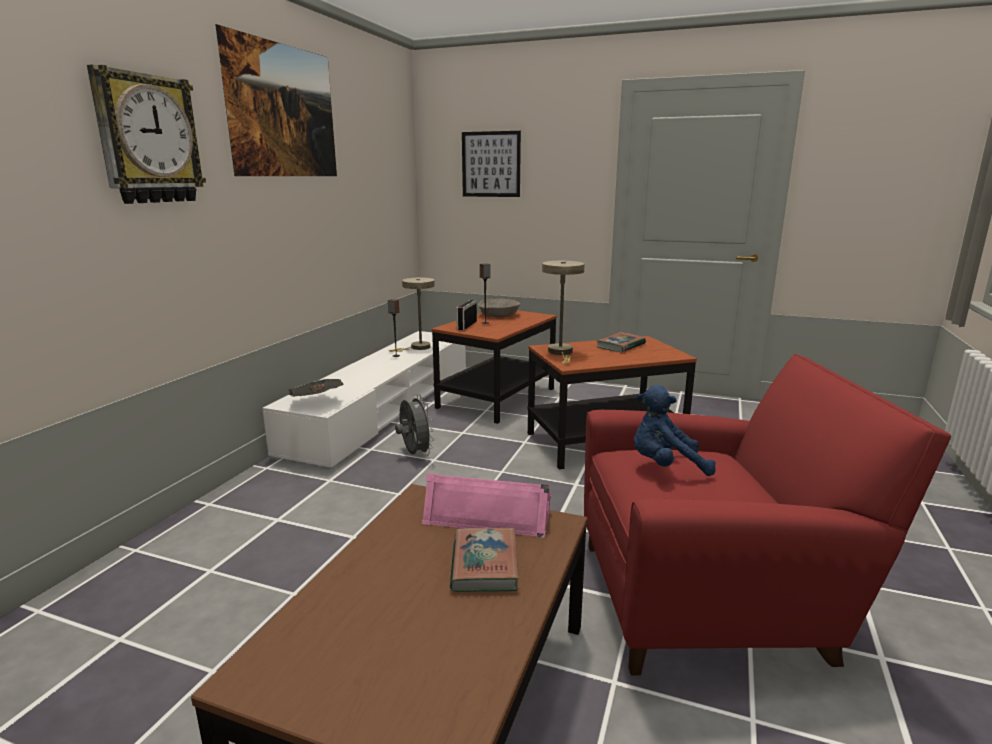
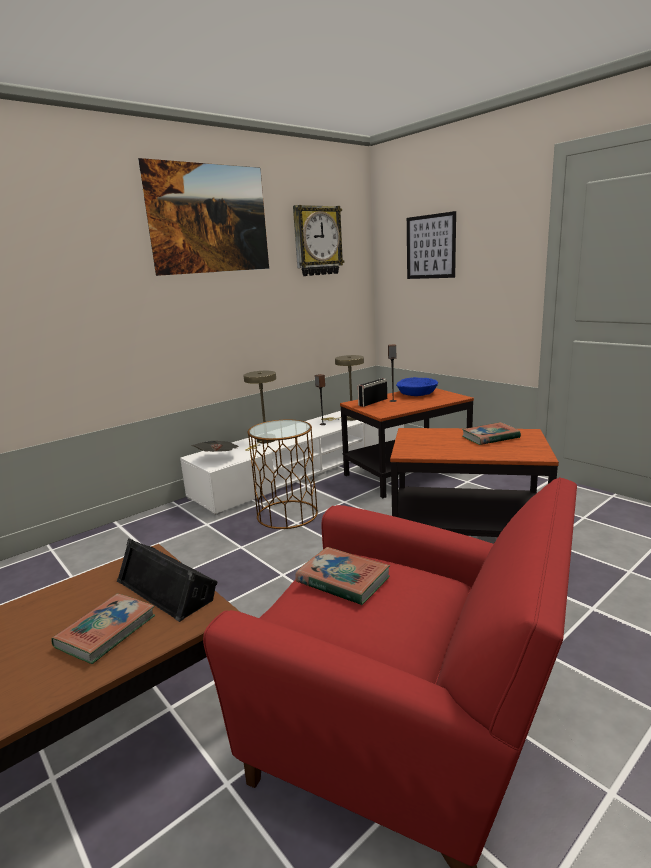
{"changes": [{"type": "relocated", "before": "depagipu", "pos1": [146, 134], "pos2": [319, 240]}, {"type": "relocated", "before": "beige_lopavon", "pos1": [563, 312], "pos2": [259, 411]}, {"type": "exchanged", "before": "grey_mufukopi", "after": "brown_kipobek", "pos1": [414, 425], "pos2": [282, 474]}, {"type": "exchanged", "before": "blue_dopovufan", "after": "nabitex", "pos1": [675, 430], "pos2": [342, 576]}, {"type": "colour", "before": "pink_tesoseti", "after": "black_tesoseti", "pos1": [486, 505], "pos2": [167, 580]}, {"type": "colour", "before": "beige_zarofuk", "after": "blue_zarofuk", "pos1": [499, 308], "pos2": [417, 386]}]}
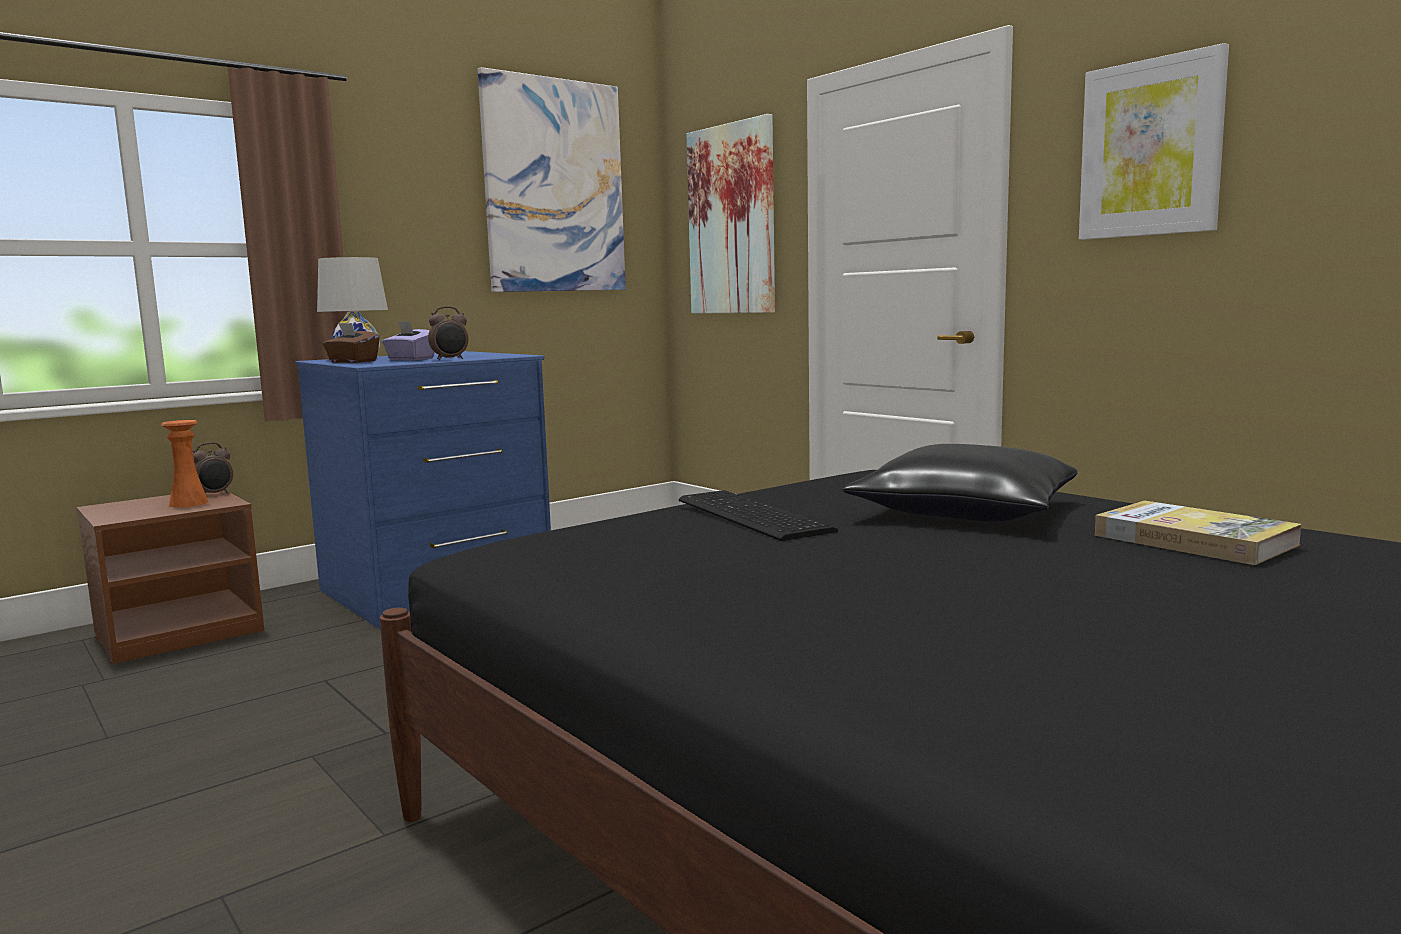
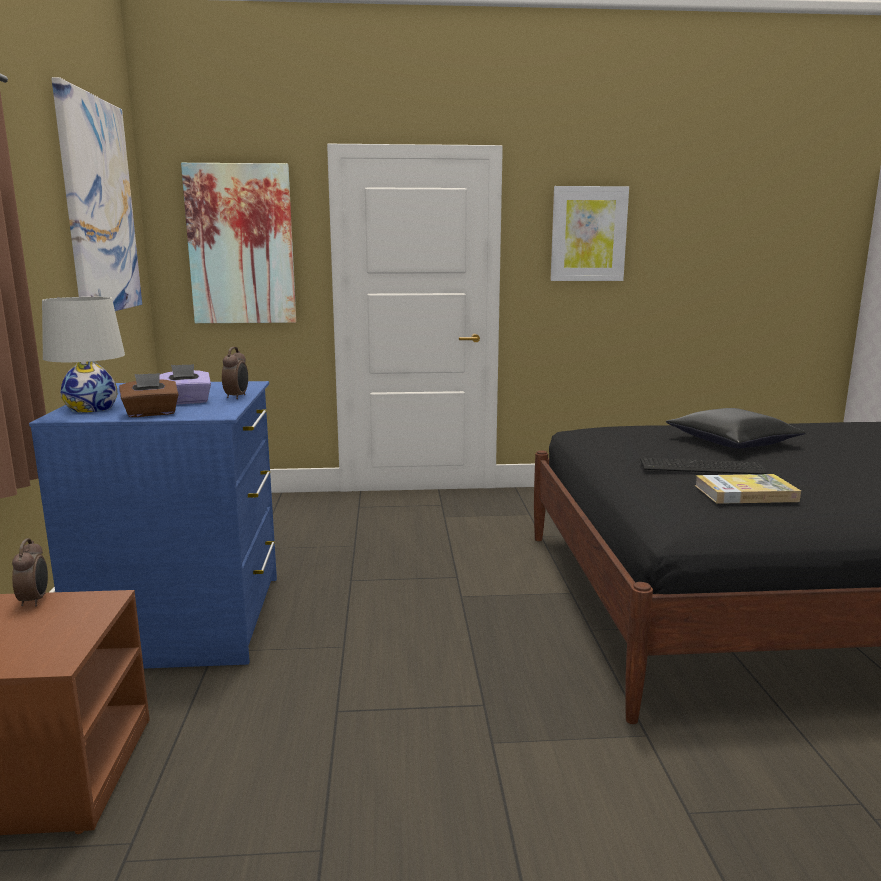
{"changes": [{"type": "missing", "before": "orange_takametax", "pos1": [184, 464]}, {"type": "relocated", "before": "nabitex", "pos1": [1198, 533], "pos2": [748, 489]}]}
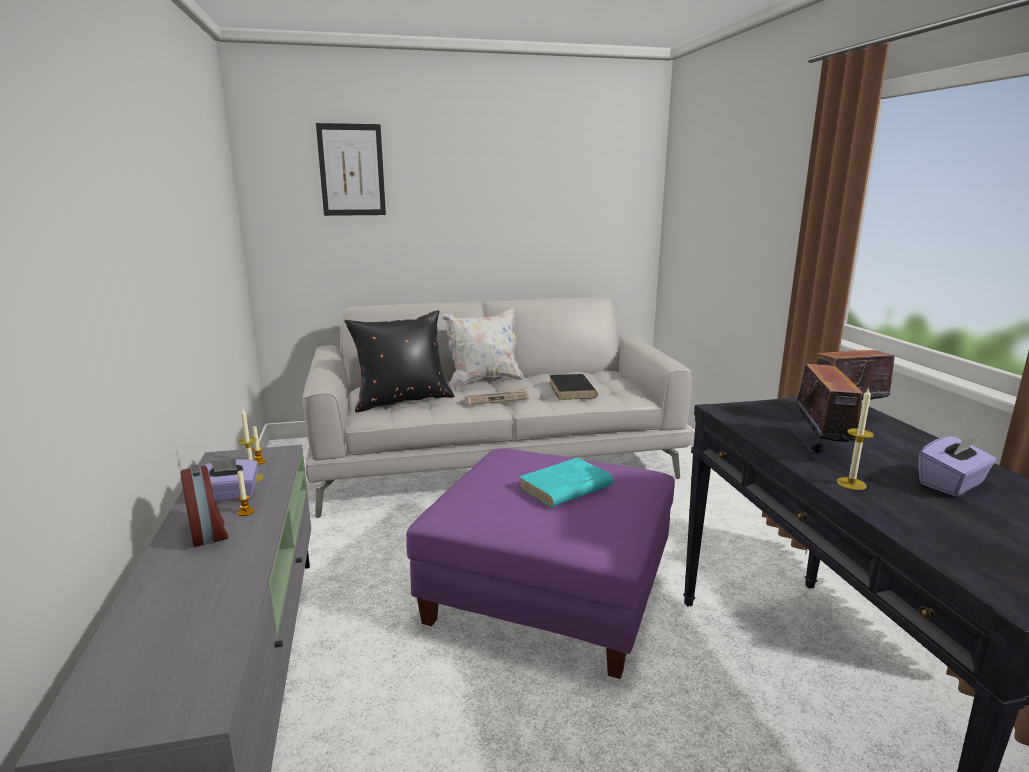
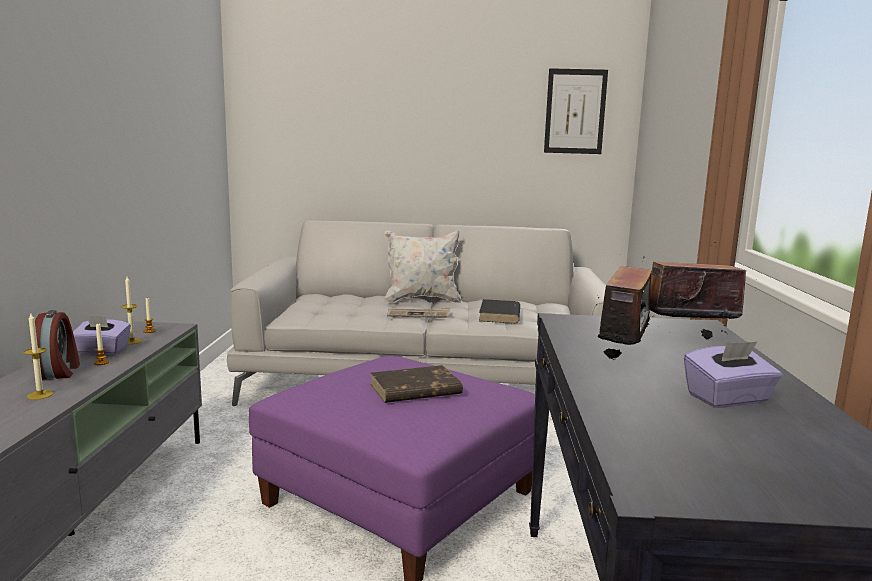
{"changes": [{"type": "missing", "before": "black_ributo", "pos1": [399, 361]}, {"type": "relocated", "before": "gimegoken", "pos1": [351, 169], "pos2": [576, 111]}, {"type": "relocated", "before": "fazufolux", "pos1": [855, 439], "pos2": [38, 357]}, {"type": "colour", "before": "turquoise_nabitex", "after": "brown_nabitex", "pos1": [566, 482], "pos2": [416, 384]}]}
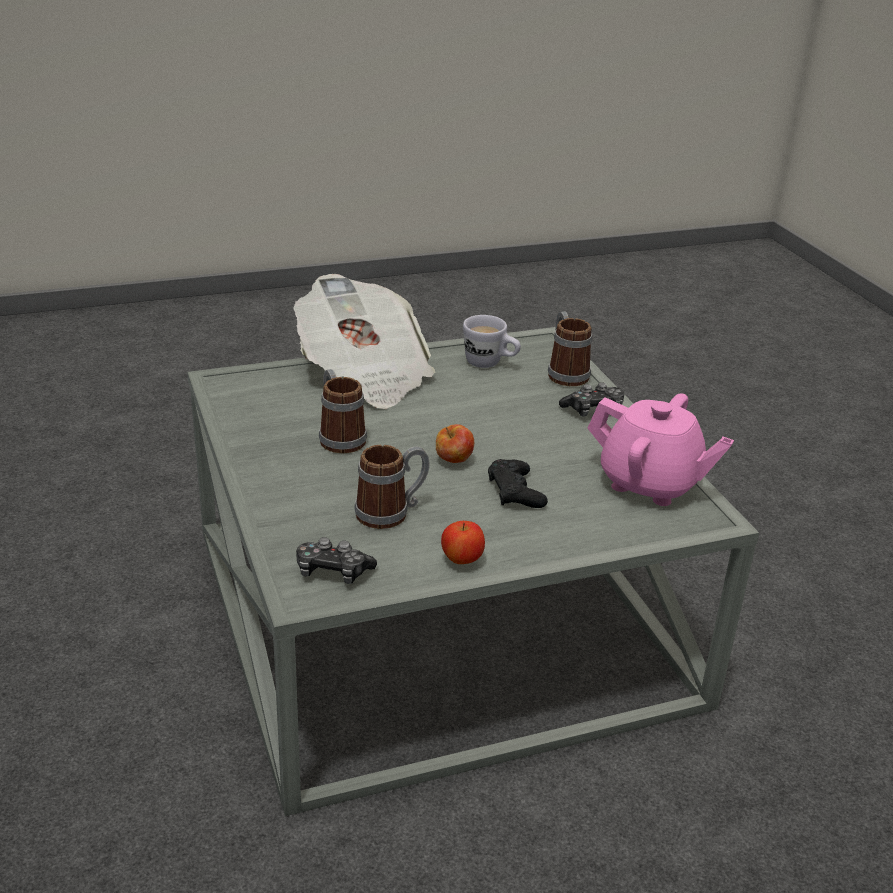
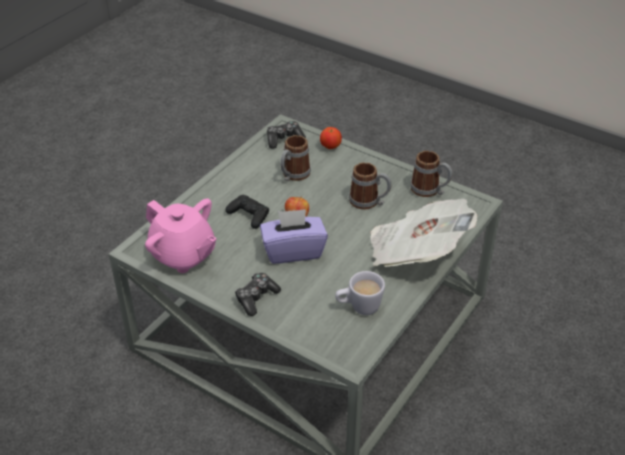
{"changes": [{"type": "appeared", "after": "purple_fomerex", "pos2": [294, 236]}, {"type": "relocated", "before": "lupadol", "pos1": [463, 542], "pos2": [331, 138]}, {"type": "relocated", "before": "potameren", "pos1": [570, 348], "pos2": [431, 174]}, {"type": "spun", "before": "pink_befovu", "pos1": [660, 449], "pos2": [181, 236], "turn": -135}]}
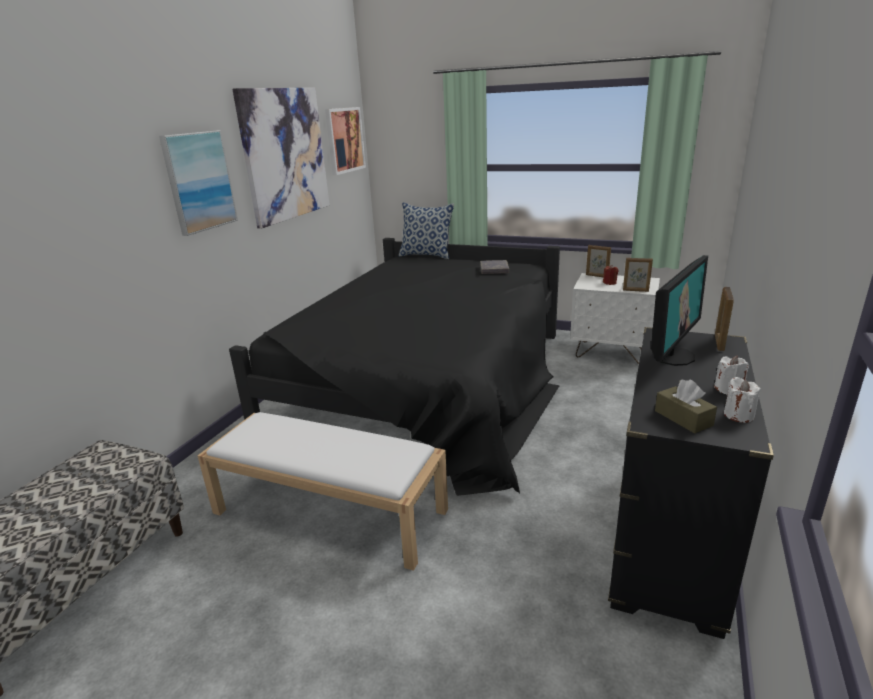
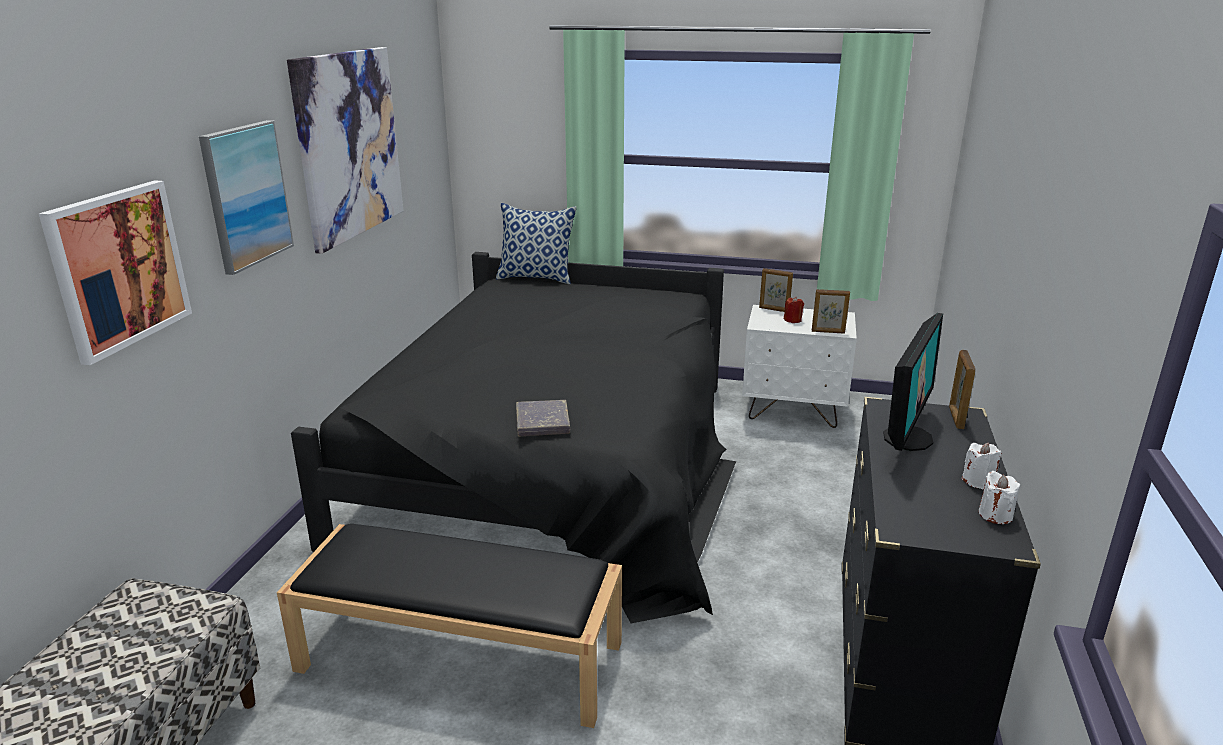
{"changes": [{"type": "missing", "before": "brown_fomerex", "pos1": [686, 406]}, {"type": "relocated", "before": "gimegoken", "pos1": [345, 141], "pos2": [115, 272]}, {"type": "relocated", "before": "grey_nabitex", "pos1": [494, 267], "pos2": [543, 418]}, {"type": "colour", "before": "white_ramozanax", "after": "black_ramozanax", "pos1": [322, 491], "pos2": [449, 626]}]}
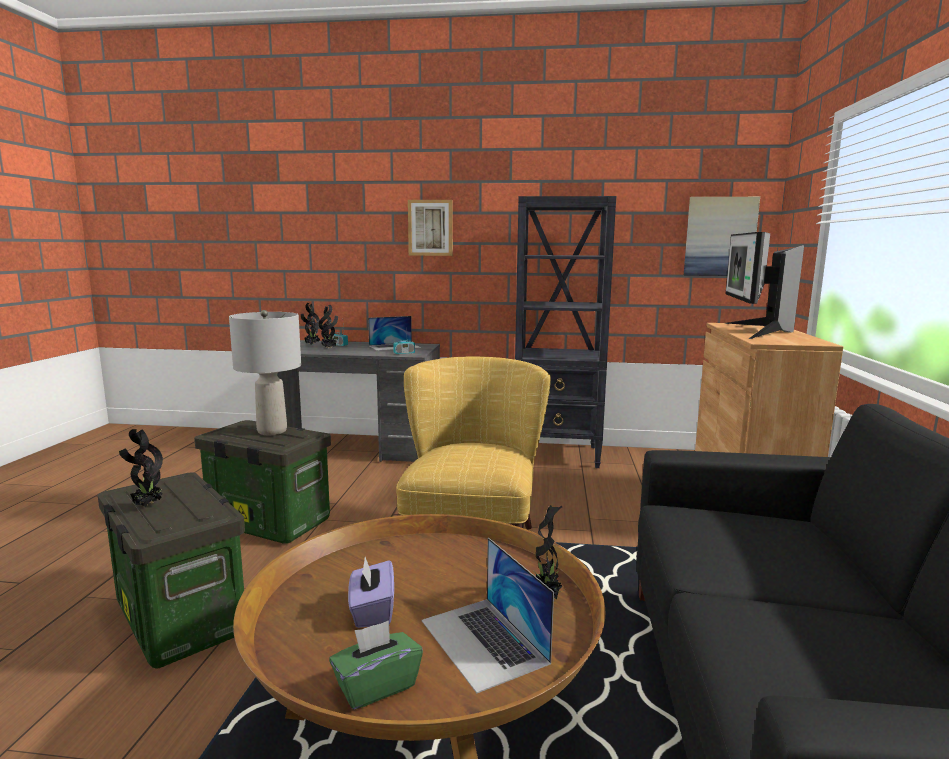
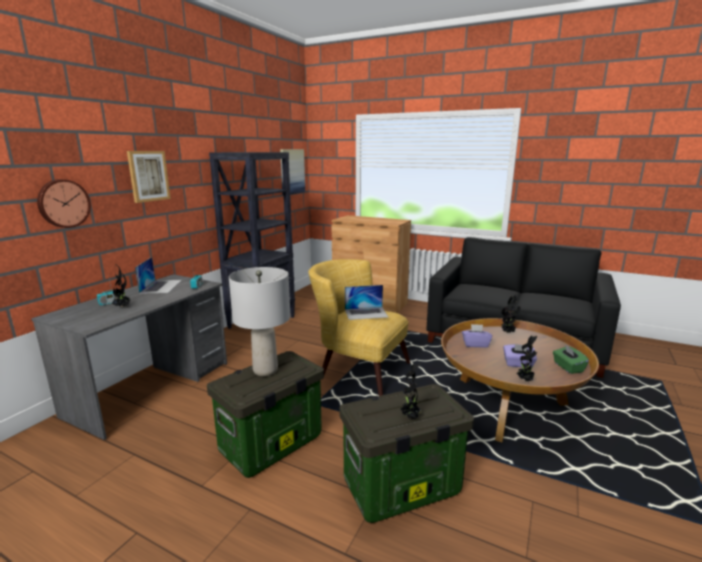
{"changes": [{"type": "missing", "before": "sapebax", "pos1": [764, 285]}, {"type": "appeared", "after": "depagipu", "pos2": [64, 203]}, {"type": "appeared", "after": "purple_fomerex", "pos2": [477, 336]}, {"type": "relocated", "before": "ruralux", "pos1": [310, 323], "pos2": [527, 359]}, {"type": "relocated", "before": "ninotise", "pos1": [488, 615], "pos2": [366, 302]}]}
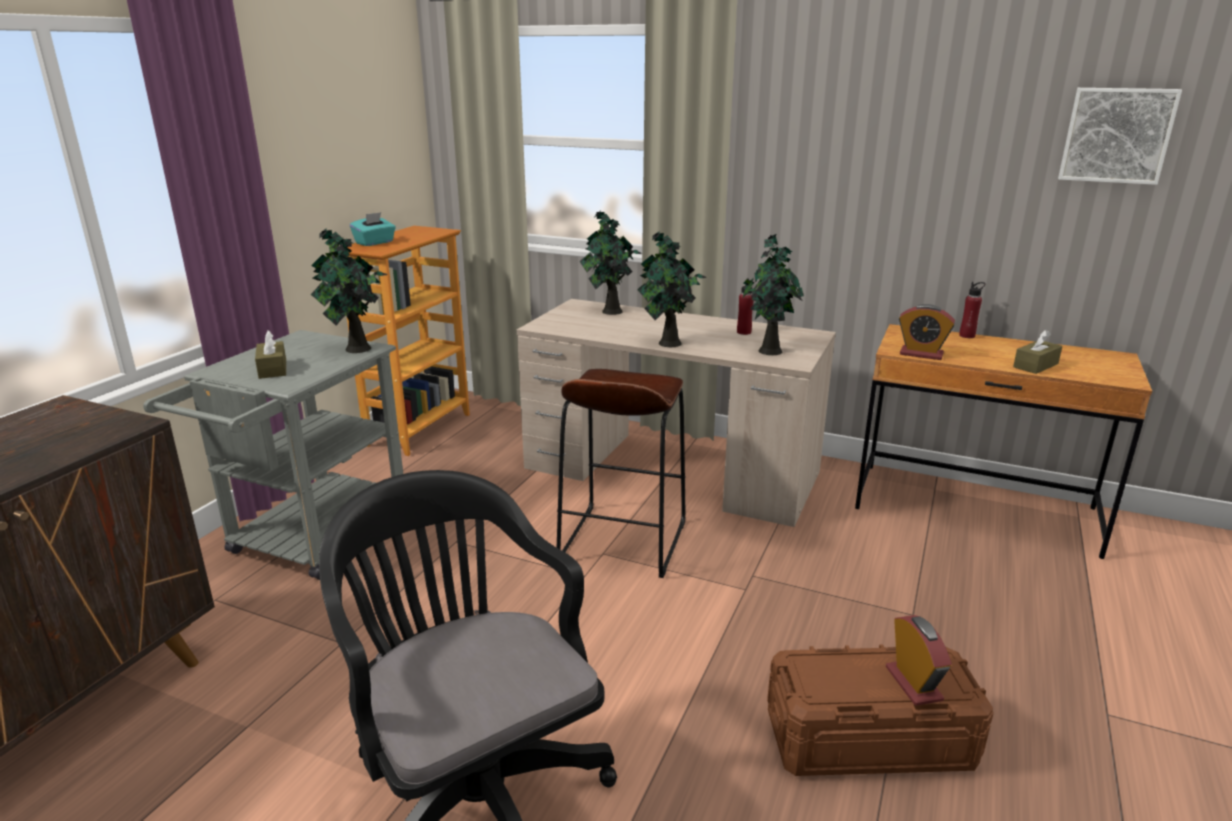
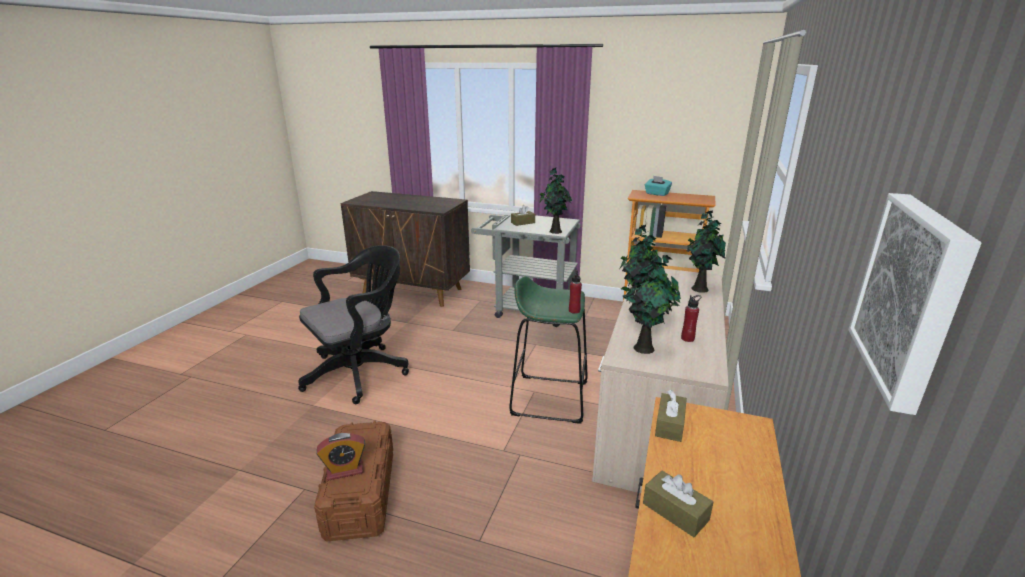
{"changes": [{"type": "relocated", "before": "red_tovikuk", "pos1": [972, 310], "pos2": [575, 292]}, {"type": "exchanged", "before": "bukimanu", "after": "brown_fomerex", "pos1": [927, 332], "pos2": [671, 416]}, {"type": "colour", "before": "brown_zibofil", "after": "green_zibofil", "pos1": [621, 473], "pos2": [548, 350]}]}
